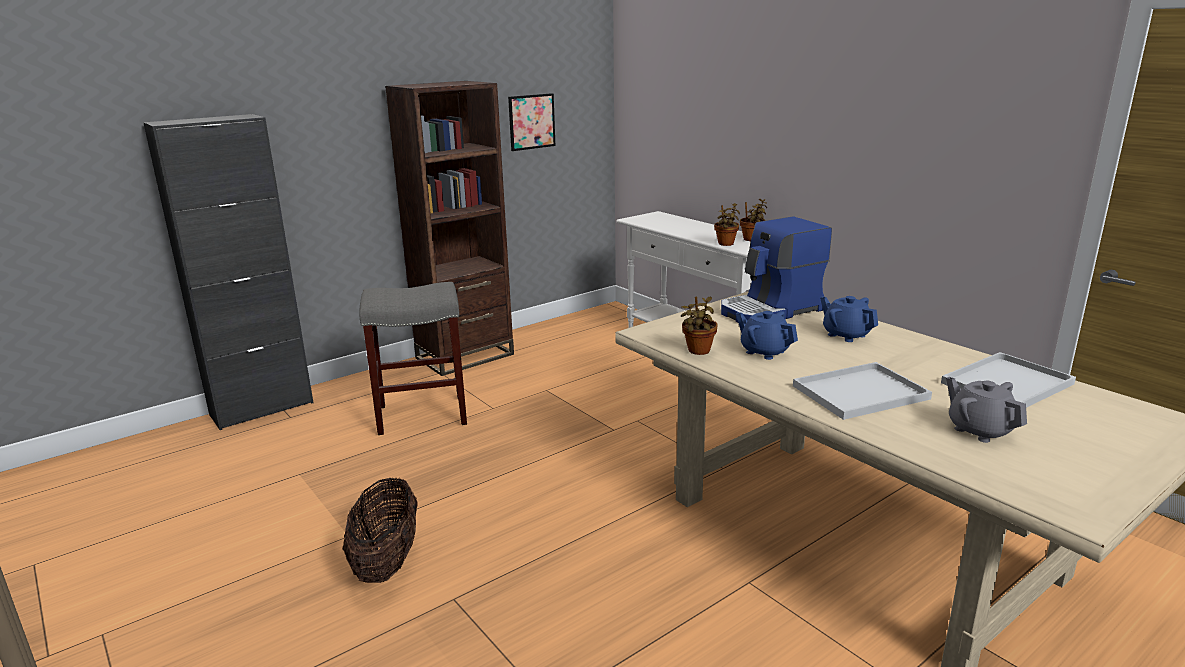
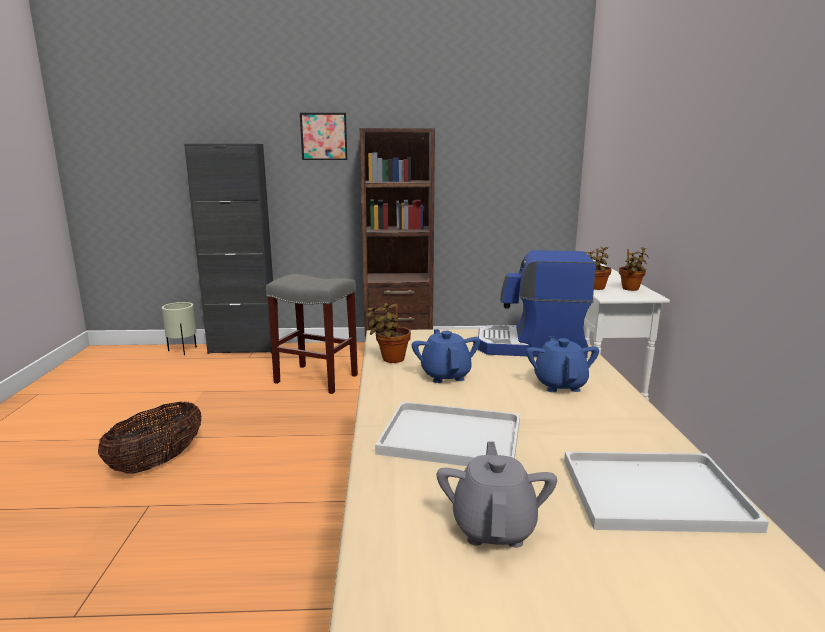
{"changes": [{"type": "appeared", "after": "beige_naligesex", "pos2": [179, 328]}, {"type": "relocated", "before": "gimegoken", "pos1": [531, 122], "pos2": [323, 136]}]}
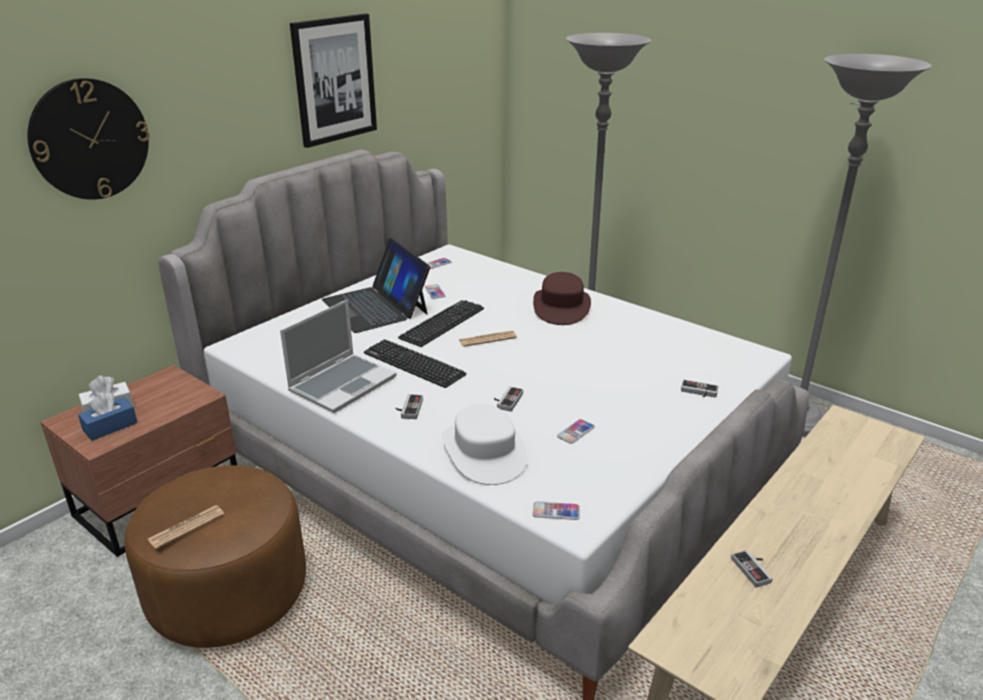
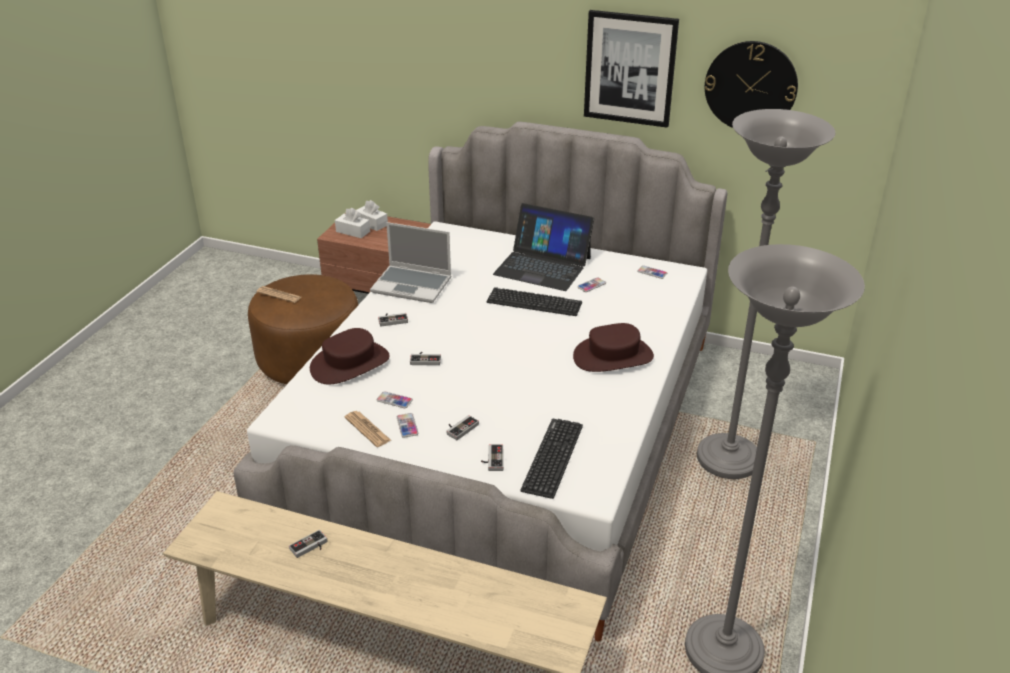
{"changes": [{"type": "appeared", "after": "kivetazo", "pos2": [462, 427]}, {"type": "relocated", "before": "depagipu", "pos1": [88, 139], "pos2": [751, 84]}, {"type": "relocated", "before": "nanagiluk", "pos1": [415, 363], "pos2": [551, 459]}, {"type": "relocated", "before": "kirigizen", "pos1": [488, 339], "pos2": [368, 429]}, {"type": "relocated", "before": "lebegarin", "pos1": [556, 510], "pos2": [407, 425]}, {"type": "colour", "before": "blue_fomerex", "after": "white_fomerex", "pos1": [108, 416], "pos2": [352, 223]}, {"type": "colour", "before": "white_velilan", "after": "brown_velilan", "pos1": [485, 444], "pos2": [350, 356]}, {"type": "spun", "before": "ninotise", "pos1": [376, 285], "pos2": [543, 247], "turn": -105}]}
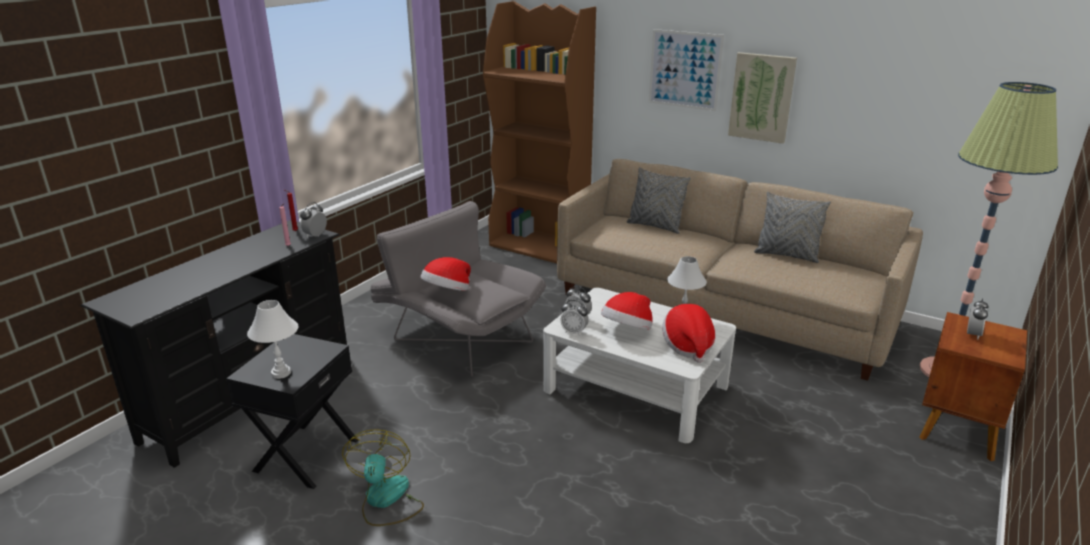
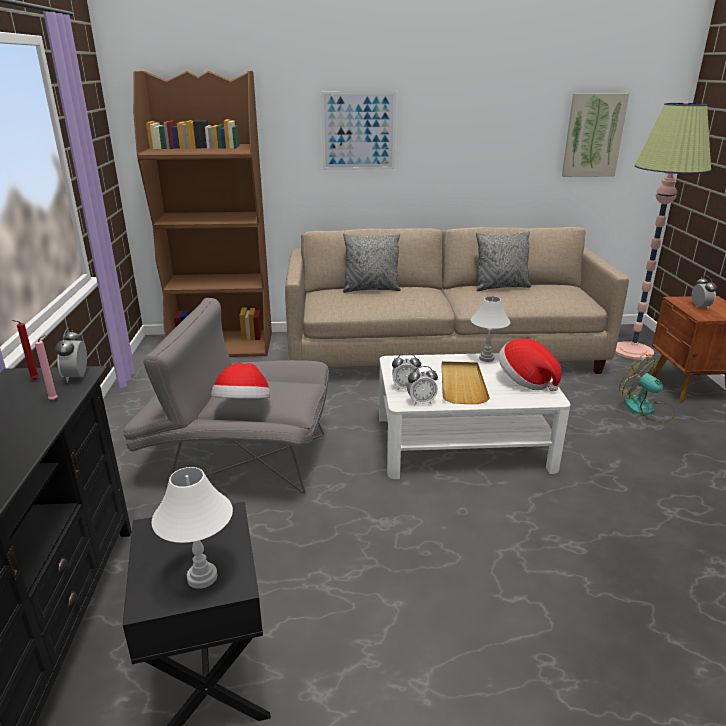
{"changes": [{"type": "relocated", "before": "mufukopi", "pos1": [383, 477], "pos2": [647, 388]}, {"type": "relocated", "before": "gimegoken", "pos1": [762, 98], "pos2": [595, 135]}, {"type": "exchanged", "before": "velilan", "after": "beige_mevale", "pos1": [627, 310], "pos2": [465, 382]}]}
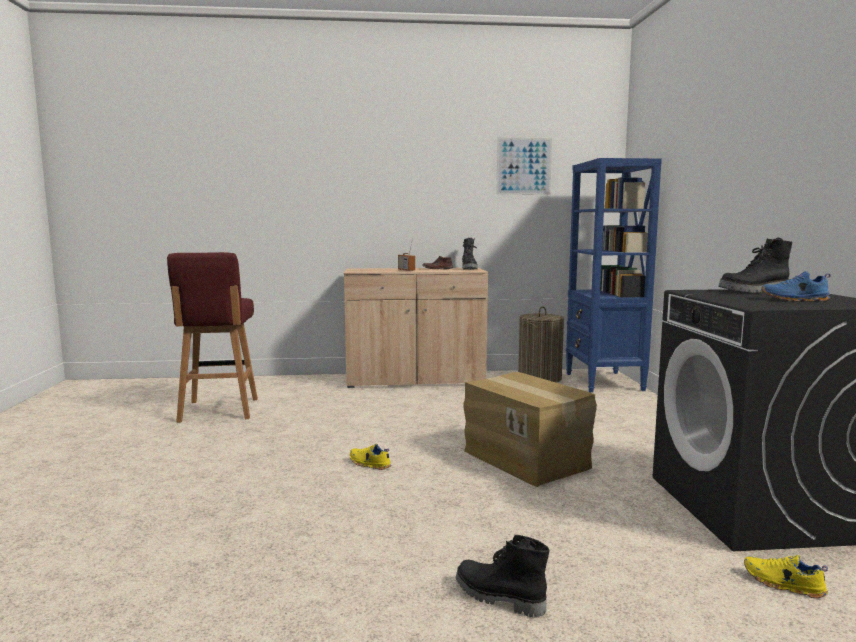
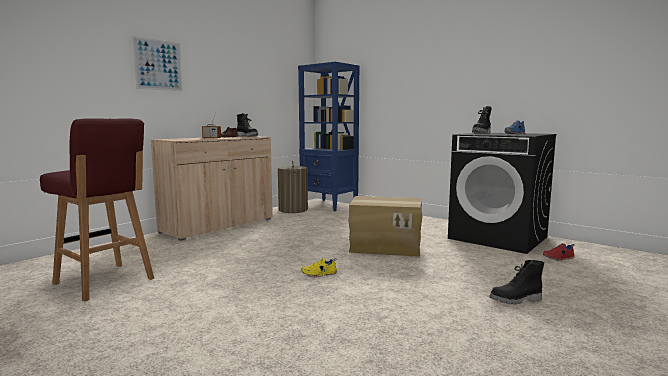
{"changes": [{"type": "relocated", "before": "gimegoken", "pos1": [524, 166], "pos2": [157, 63]}, {"type": "colour", "before": "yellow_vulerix", "after": "red_vulerix", "pos1": [786, 576], "pos2": [559, 251]}]}
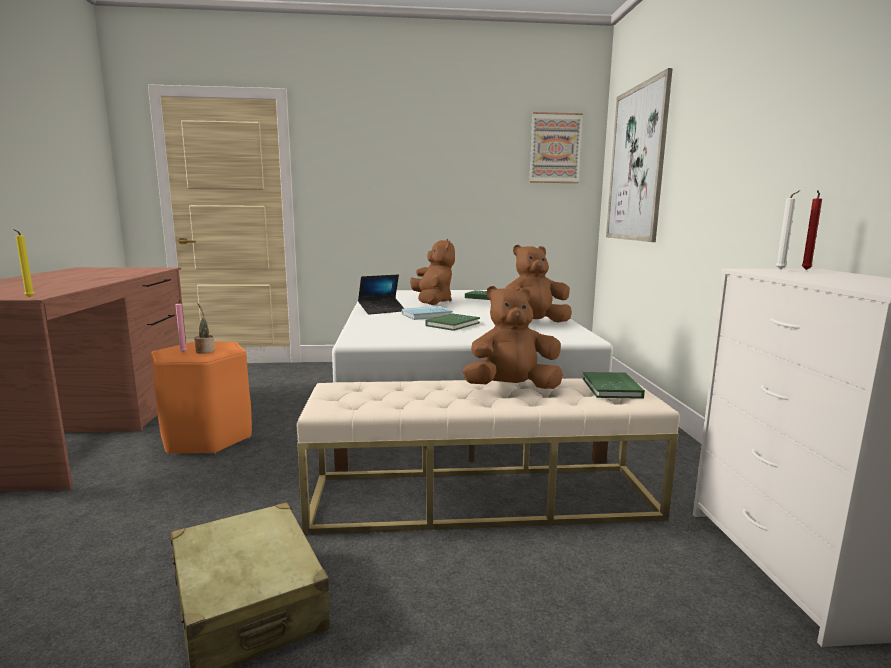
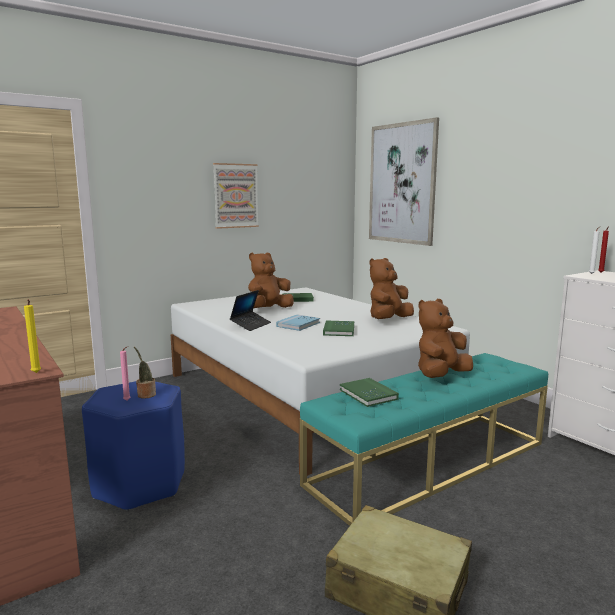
{"changes": [{"type": "relocated", "before": "gimegoken", "pos1": [556, 147], "pos2": [236, 196]}, {"type": "relocated", "before": "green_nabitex", "pos1": [614, 385], "pos2": [369, 392]}, {"type": "colour", "before": "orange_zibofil", "after": "blue_zibofil", "pos1": [201, 398], "pos2": [133, 446]}, {"type": "colour", "before": "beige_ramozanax", "after": "turquoise_ramozanax", "pos1": [488, 456], "pos2": [424, 439]}, {"type": "spun", "before": "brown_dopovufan", "pos1": [432, 272], "pos2": [271, 280], "turn": -90}]}
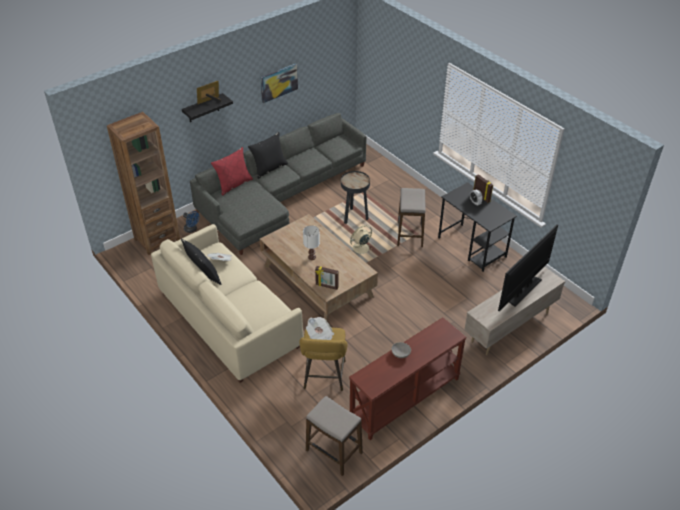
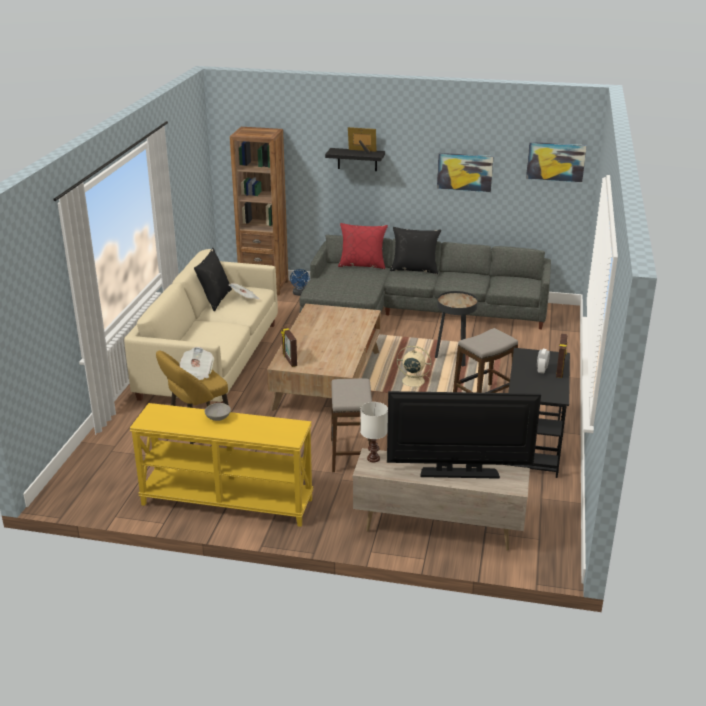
{"changes": [{"type": "appeared", "after": "gimegoken", "pos2": [556, 162]}, {"type": "relocated", "before": "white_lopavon", "pos1": [311, 242], "pos2": [374, 432]}, {"type": "relocated", "before": "zibofil", "pos1": [334, 436], "pos2": [351, 425]}, {"type": "colour", "before": "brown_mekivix", "after": "yellow_mekivix", "pos1": [408, 378], "pos2": [221, 465]}]}
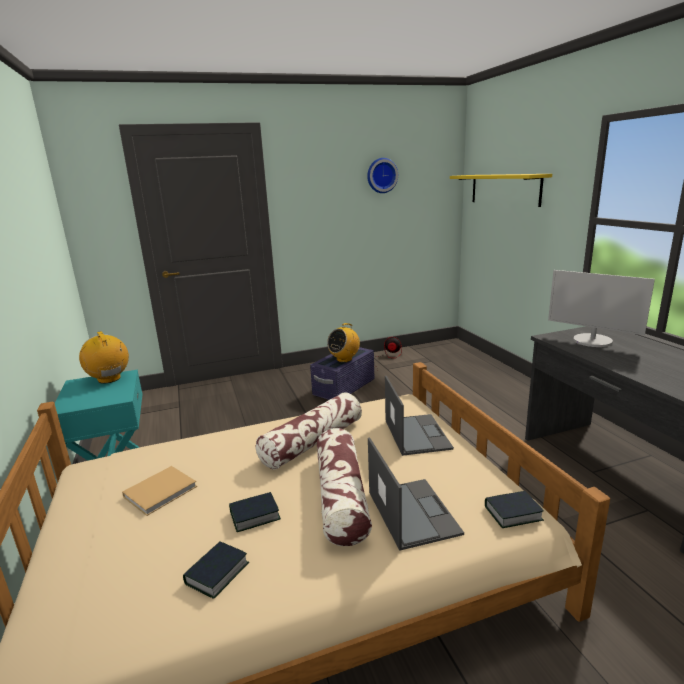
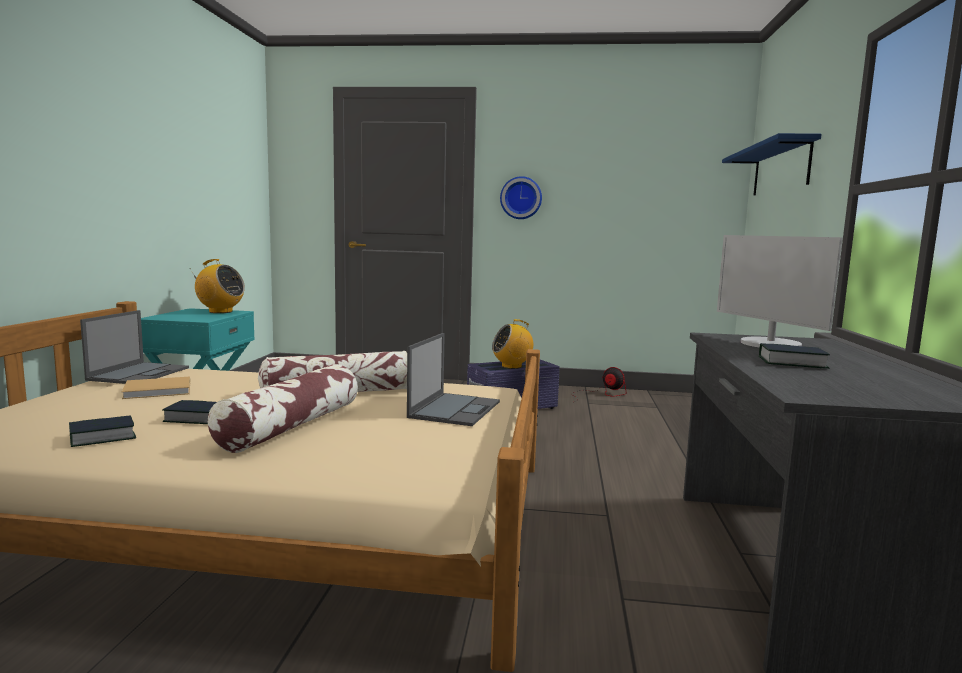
{"changes": [{"type": "relocated", "before": "depagipu", "pos1": [382, 175], "pos2": [521, 197]}, {"type": "relocated", "before": "ninotise", "pos1": [416, 494], "pos2": [134, 347]}, {"type": "relocated", "before": "nabitex", "pos1": [514, 509], "pos2": [794, 356]}, {"type": "colour", "before": "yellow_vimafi", "after": "blue_vimafi", "pos1": [501, 190], "pos2": [772, 164]}, {"type": "spun", "before": "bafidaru", "pos1": [104, 357], "pos2": [217, 286], "turn": 120}]}
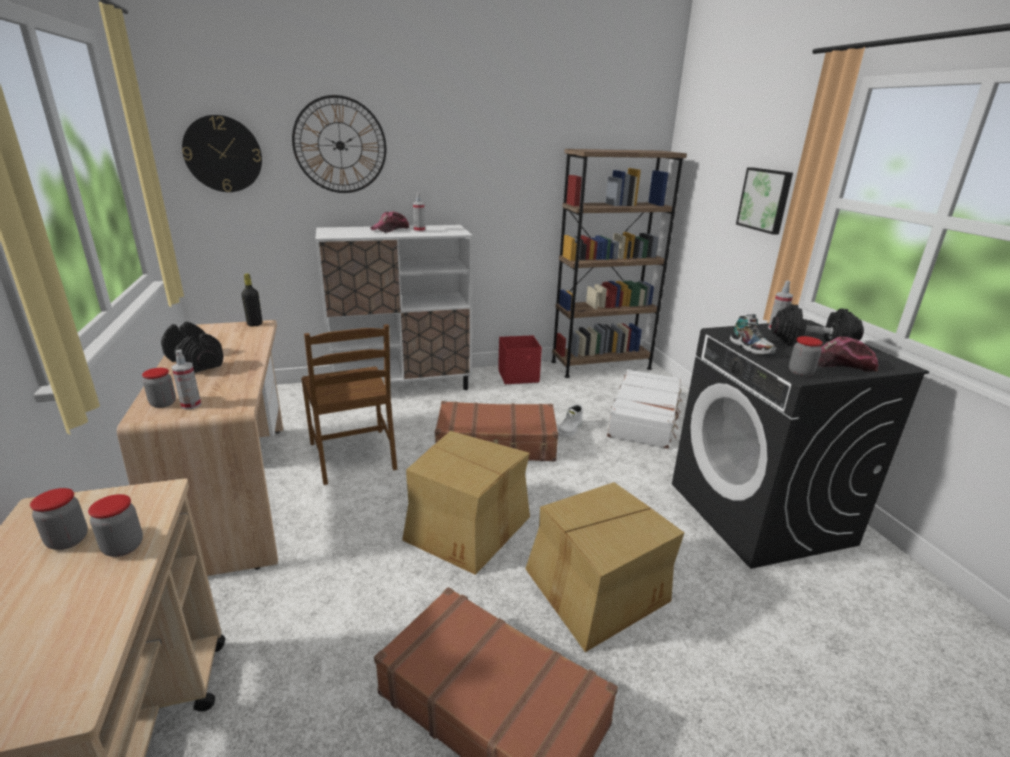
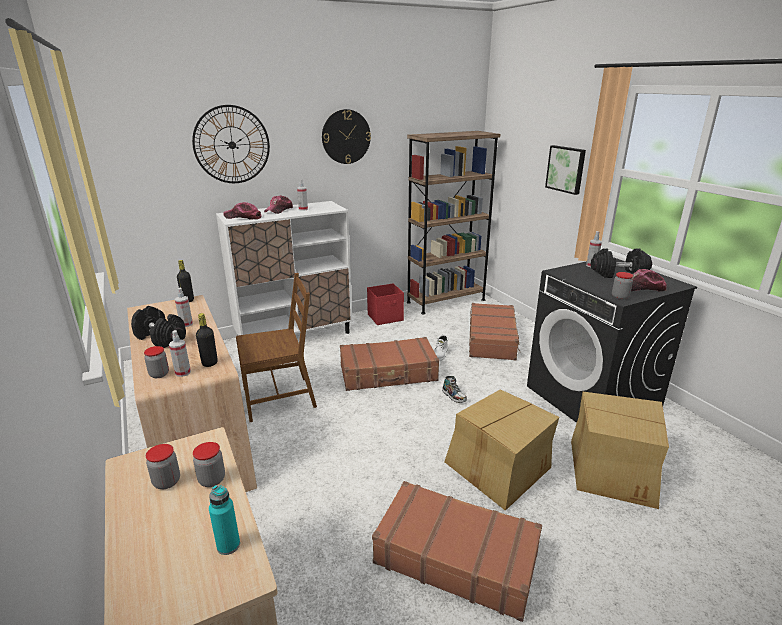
{"changes": [{"type": "appeared", "after": "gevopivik", "pos2": [184, 307]}, {"type": "appeared", "after": "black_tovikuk", "pos2": [207, 340]}, {"type": "appeared", "after": "turquoise_tovikuk", "pos2": [224, 520]}, {"type": "appeared", "after": "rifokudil", "pos2": [242, 211]}, {"type": "relocated", "before": "depagipu", "pos1": [222, 153], "pos2": [346, 136]}, {"type": "relocated", "before": "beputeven", "pos1": [466, 503], "pos2": [620, 450]}, {"type": "relocated", "before": "vulerix", "pos1": [753, 334], "pos2": [454, 389]}, {"type": "colour", "before": "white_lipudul", "after": "brown_lipudul", "pos1": [644, 409], "pos2": [494, 331]}, {"type": "spun", "before": "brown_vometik", "pos1": [349, 404], "pos2": [276, 347], "turn": -75}]}
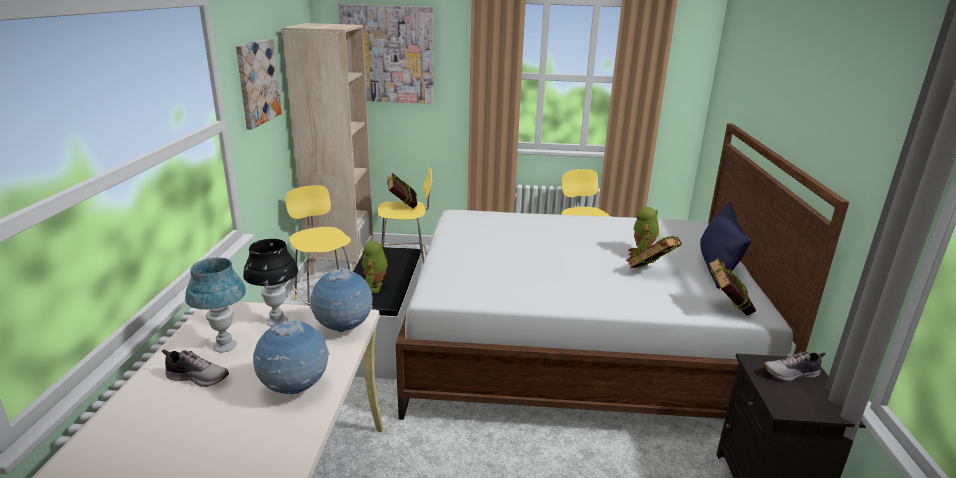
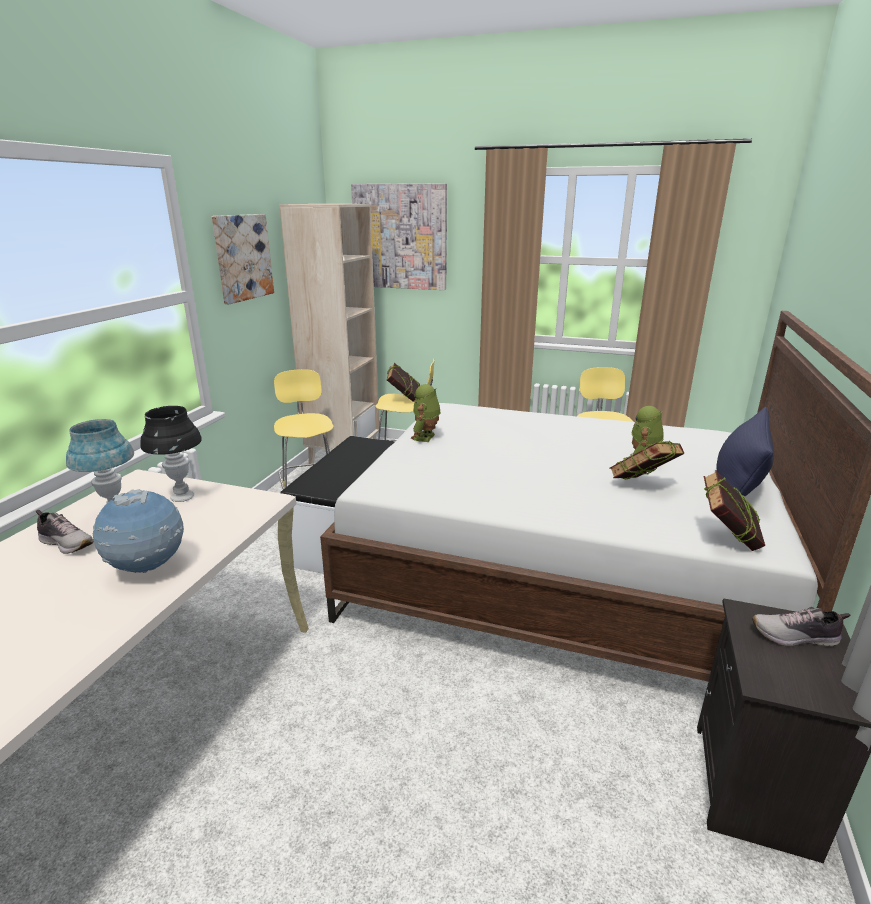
{"changes": [{"type": "missing", "before": "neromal", "pos1": [341, 300]}, {"type": "relocated", "before": "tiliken", "pos1": [375, 267], "pos2": [425, 413]}]}
